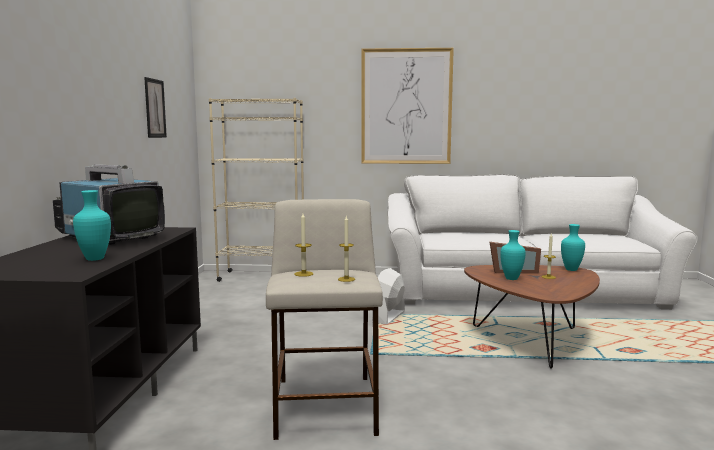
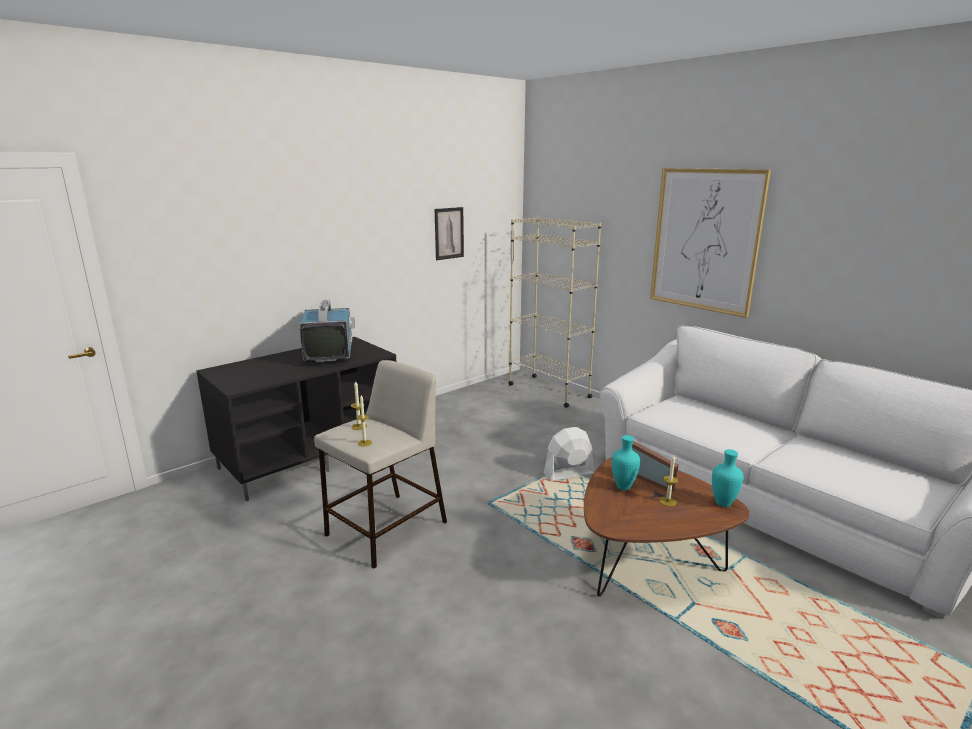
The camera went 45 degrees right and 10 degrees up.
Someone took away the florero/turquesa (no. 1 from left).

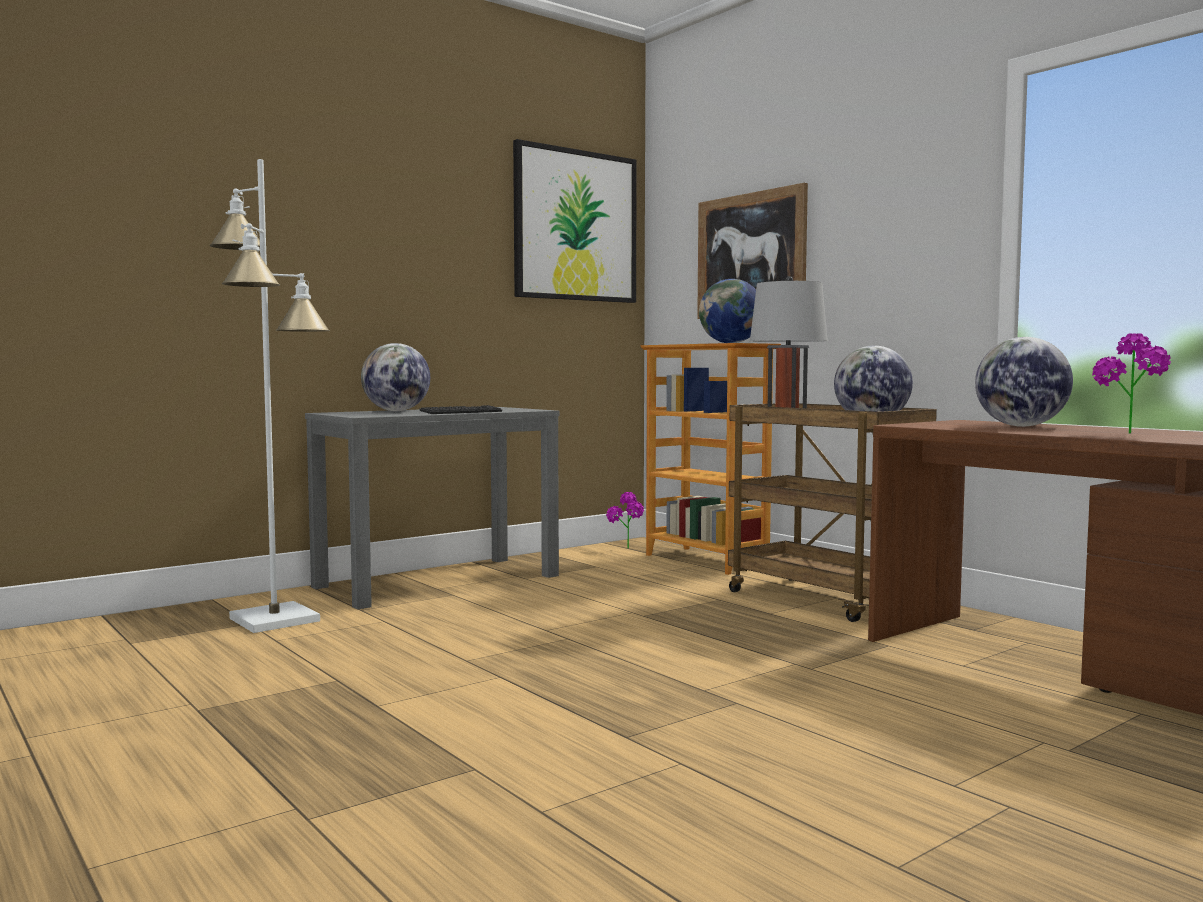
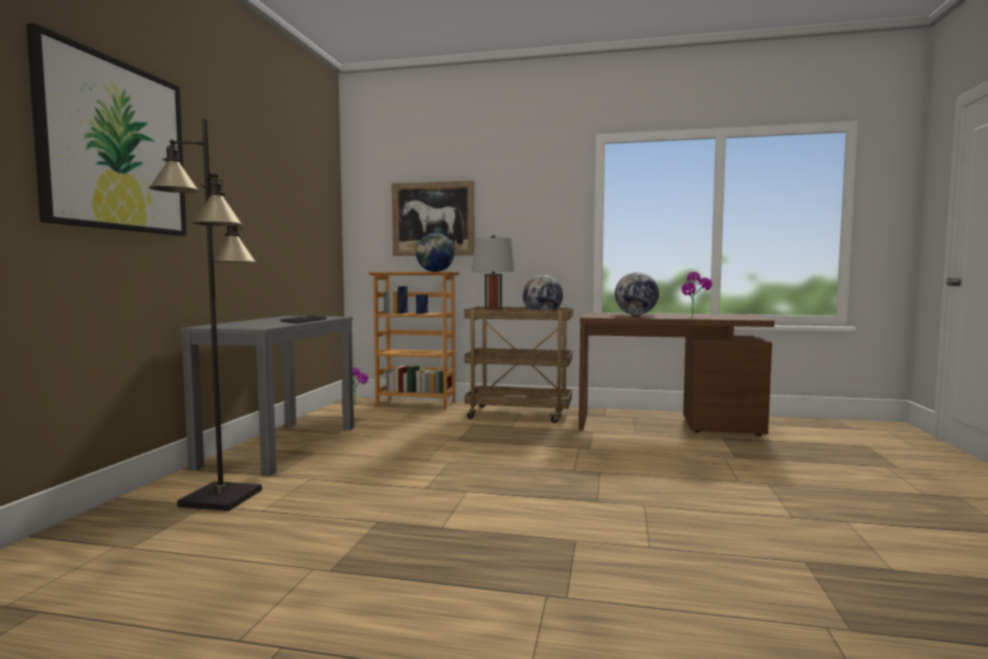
The camera went 40 degrees left and 0 degrees up.
Someone carried the cuadro (no. 1 from left).
Someone repainted the lámpara de pie/blanco, which became the lámpara de pie/negro.
Someone took away the globo terráqueo (no. 1 from left).

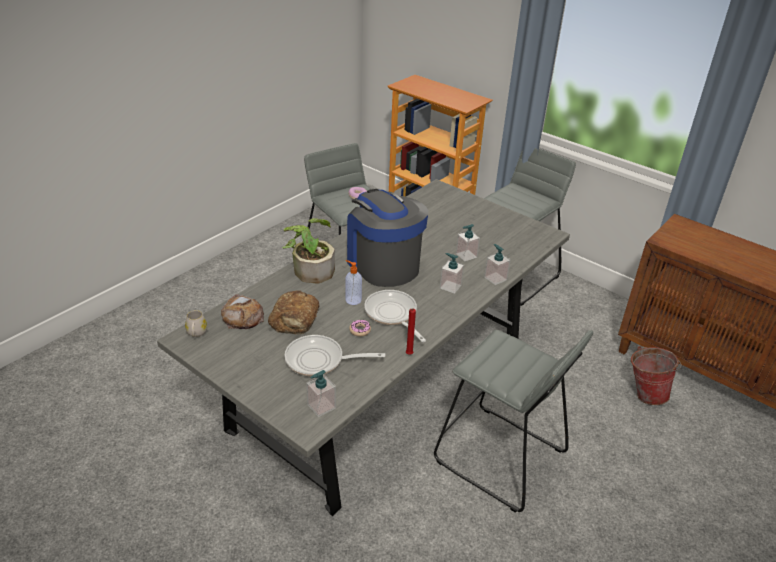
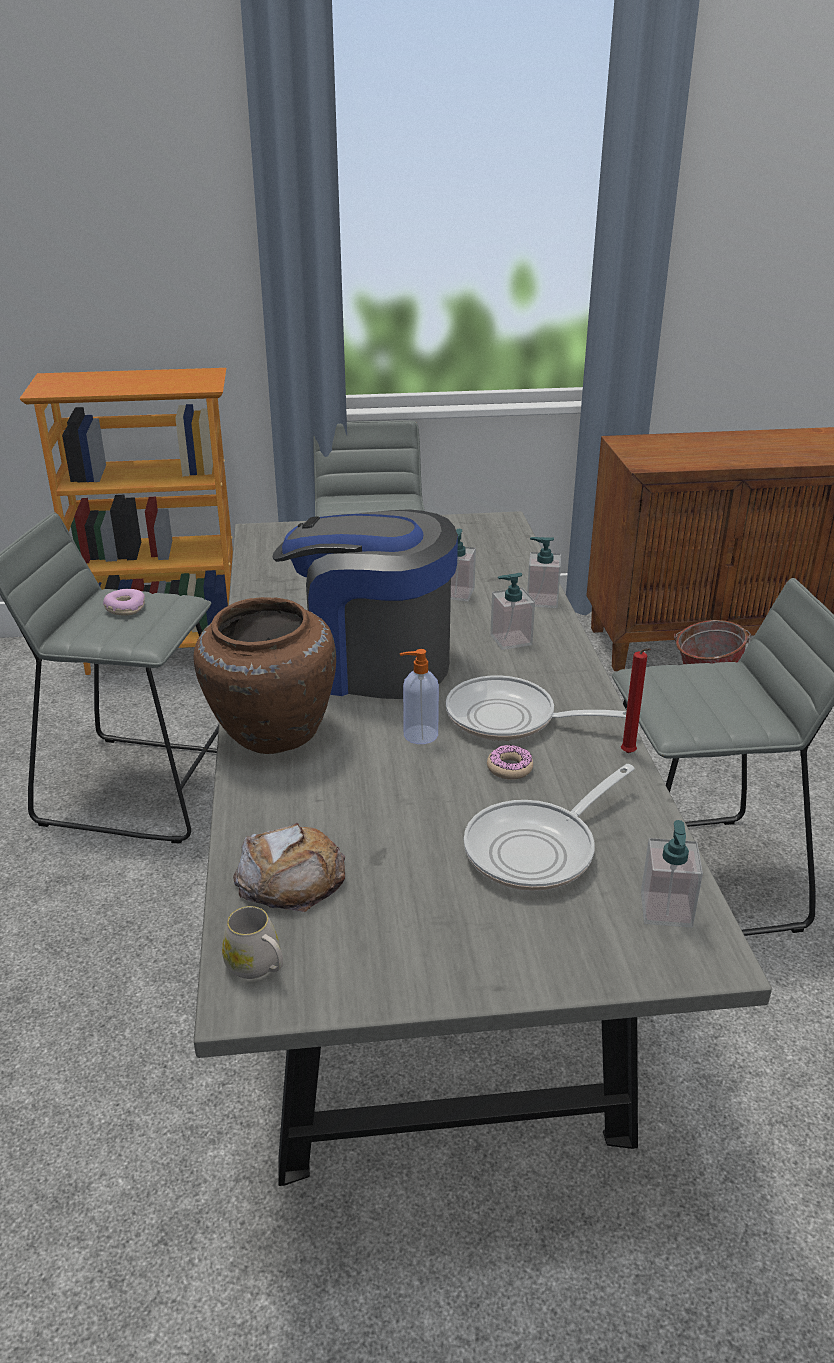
The camera went 45 degrees left and 5 degrees down.
Someone swapped the planta en maceta for the florero/marrón.
Someone took away the pan (no. 2 from left).

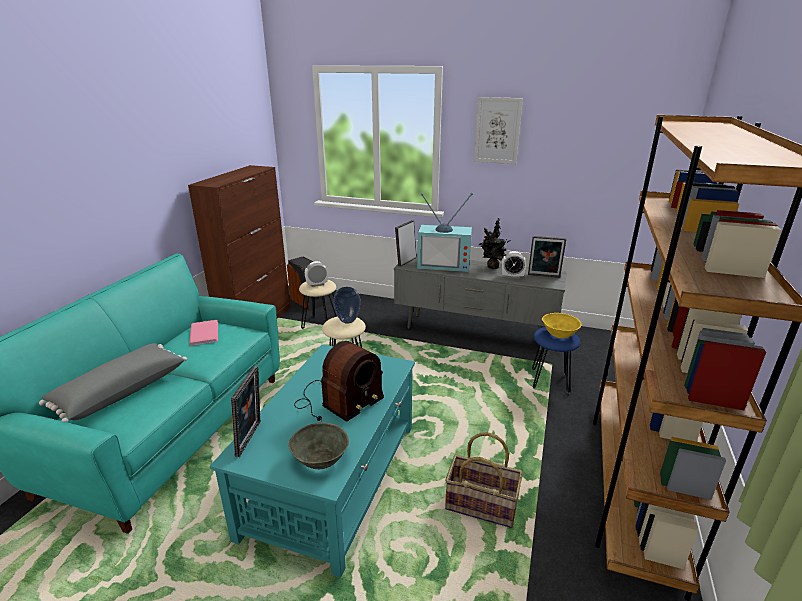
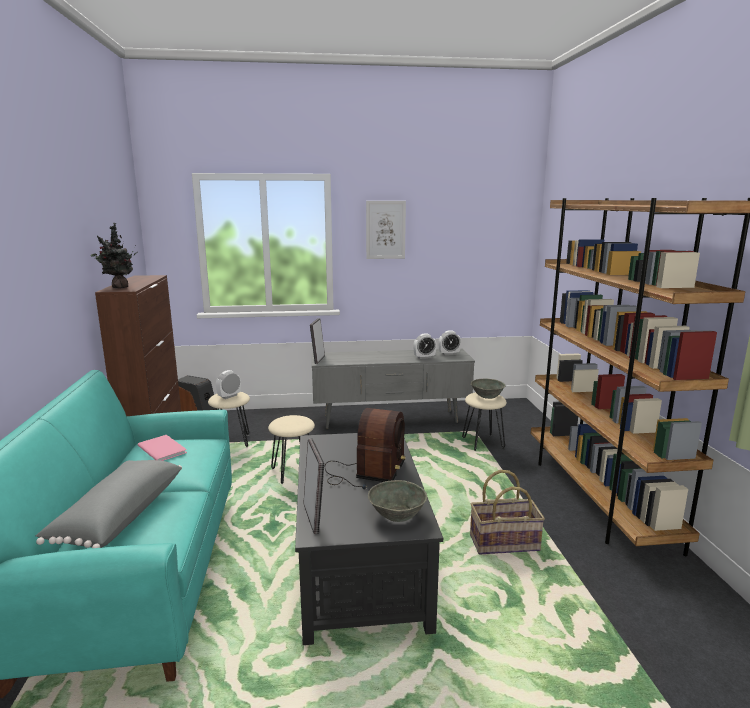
The camera went 25 degrees left and 10 degrees down.
Someone took away the televisor.
Someone carried the planta en maceta.
Someone swapped the portarretratos (no. 3 from left) for the despertador (no. 3 from left).
Someone took away the florero.
Someone repainted the cuenco/amarillo, which became the cuenco/gris (no. 2 from left).
Someone repainted the taburete/azul, which became the taburete/beis (no. 3 from left).
Someone repainted the mesa de centro/turquesa, which became the mesa de centro/negro.

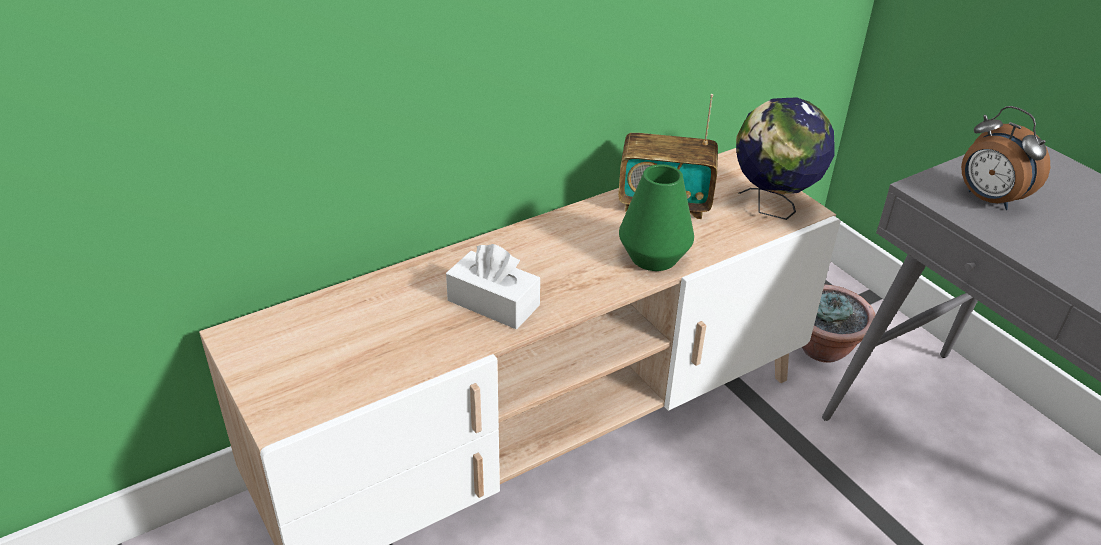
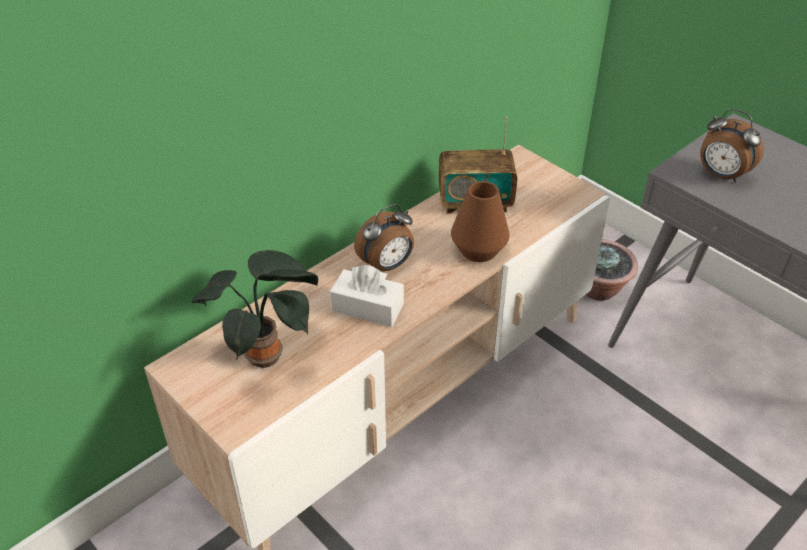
The camera went 10 degrees left and 5 degrees up.
Someone took away the globo terráqueo.
Someone repainted the florero/verde, which became the florero/marrón.
Someone put down the despertador (no. 1 from left).
Someone put down the planta en maceta (no. 1 from left).

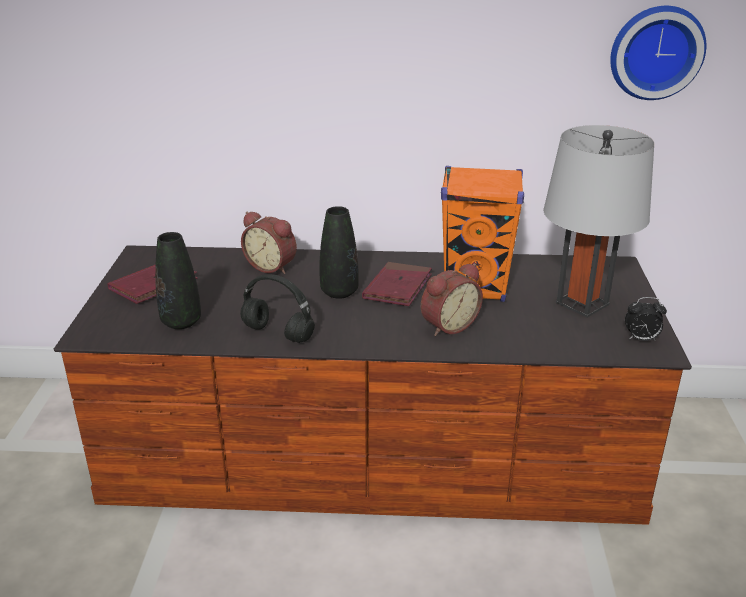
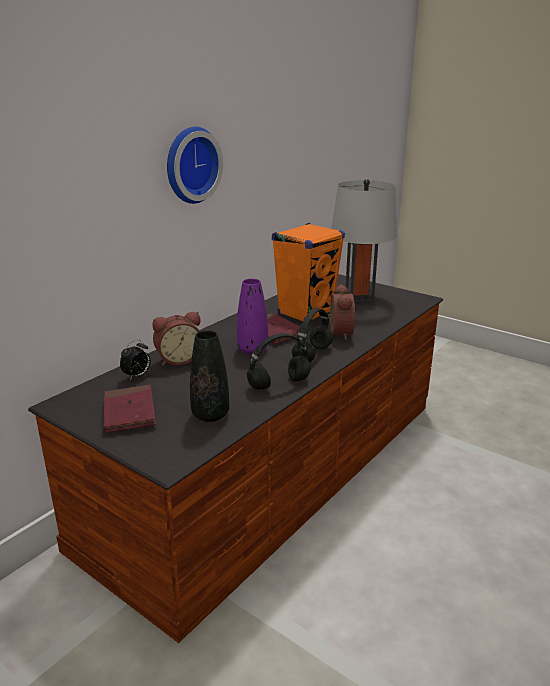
The camera went 55 degrees left and 5 degrees down.
Someone carried the reloj de pared.
Someone repainted the florero/negro (no. 2 from left), which became the florero/morado.
Someone carried the despertador (no. 3 from left in the first image).
Someone put down the auriculares/negro (no. 2 from left).

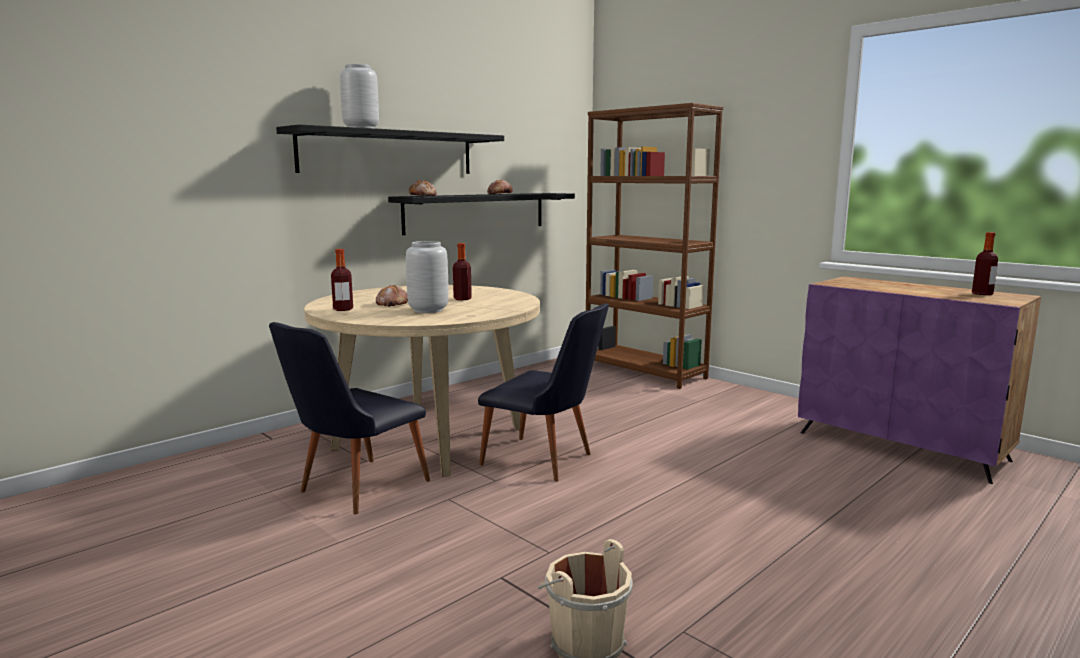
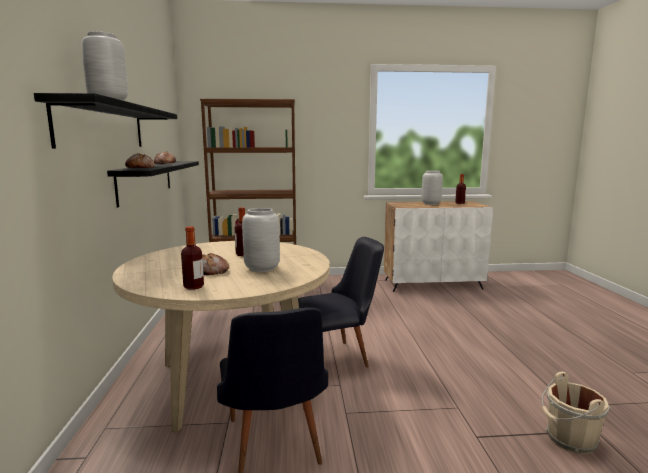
The camera went 50 degrees left and 0 degrees up.
Someone repainted the armario/morado, which became the armario/blanco.
Someone put down the florero/gris (no. 3 from left).

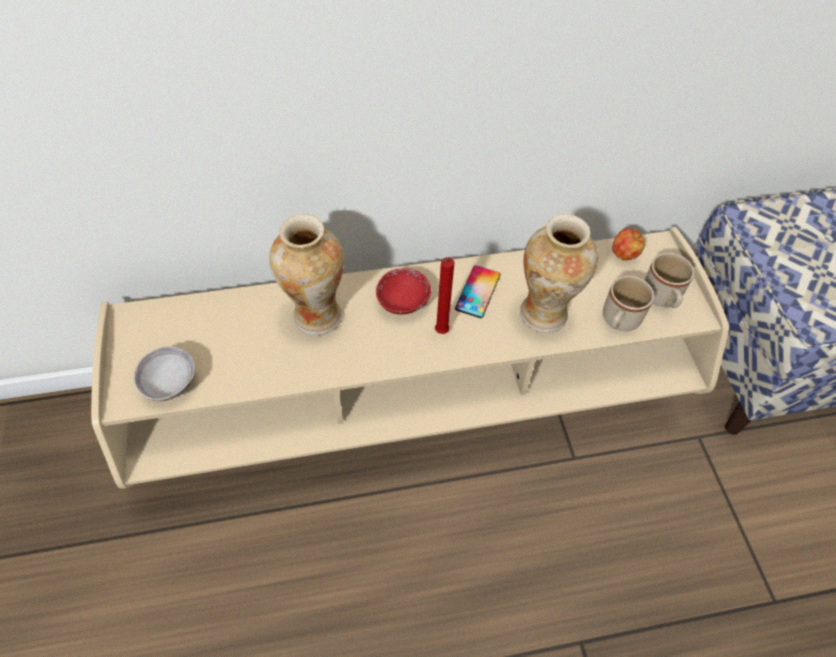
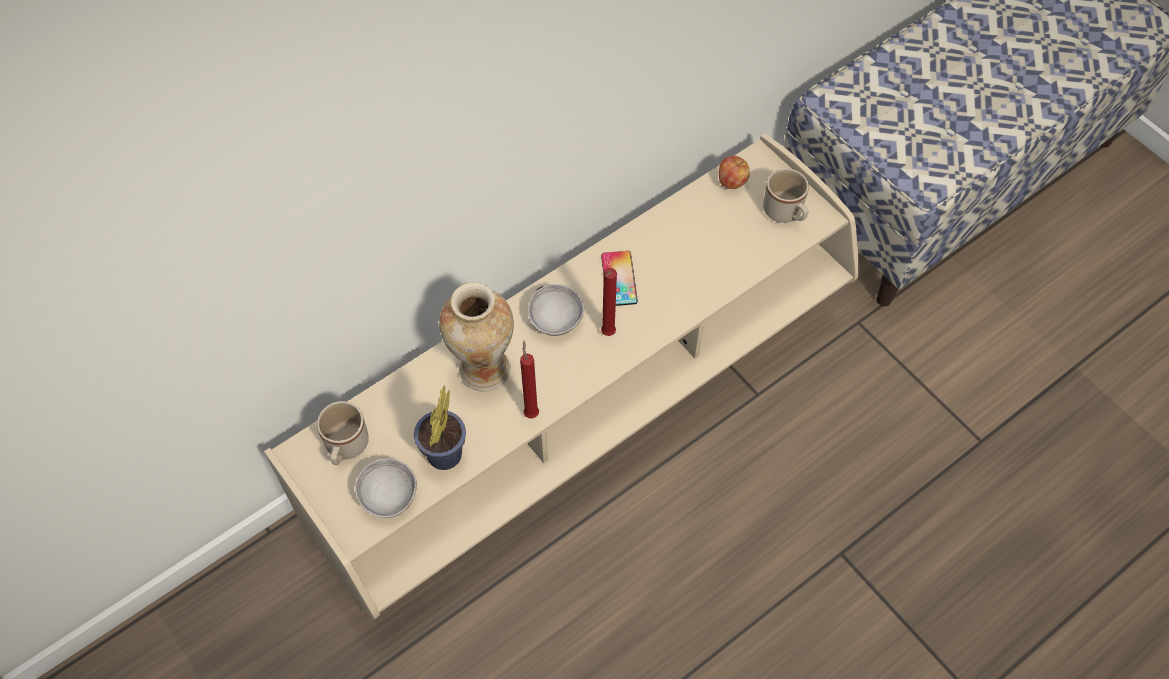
The camera went 25 degrees left and 5 degrees up.
Someone took away the florero (no. 2 from left).
Someone repainted the cuenco/rojo, which became the cuenco/gris (no. 2 from left).
Someone carried the taza grande/beis (no. 1 from left).
Someone put down the vela/rojo (no. 1 from left).
Someone put down the planta en maceta.

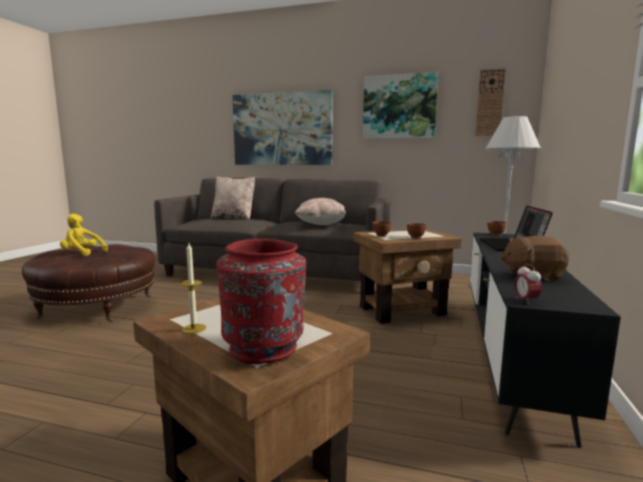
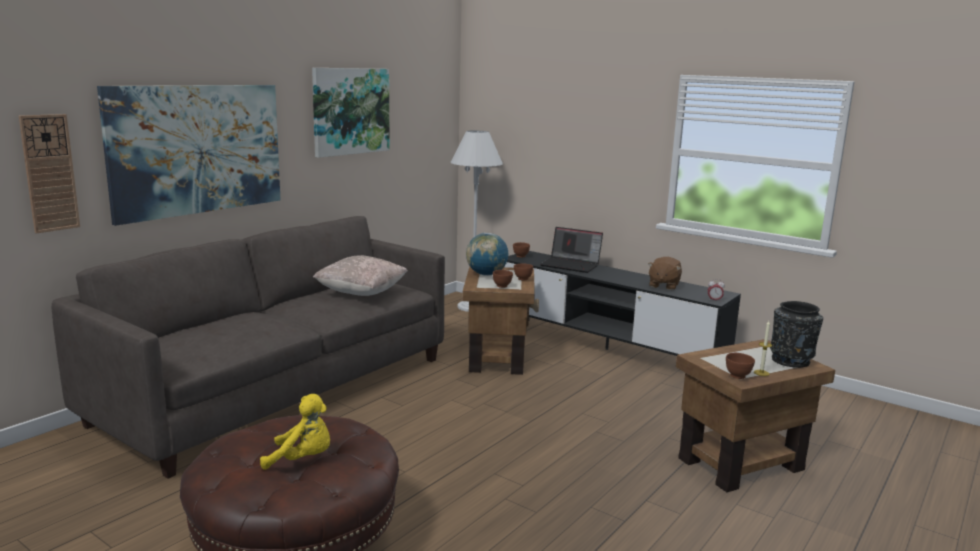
The camera went 70 degrees left and 5 degrees up.
Someone carried the reloj de pared.
Someone took away the cojín/beis (no. 1 from left).
Someone rotated the peluche/amarillo by 120 degrees counterclockwise.
Someone repainted the florero/rojo, which became the florero/negro.
Someone put down the globo terráqueo.
Someone put down the cuenco/marrón (no. 4 from left).

